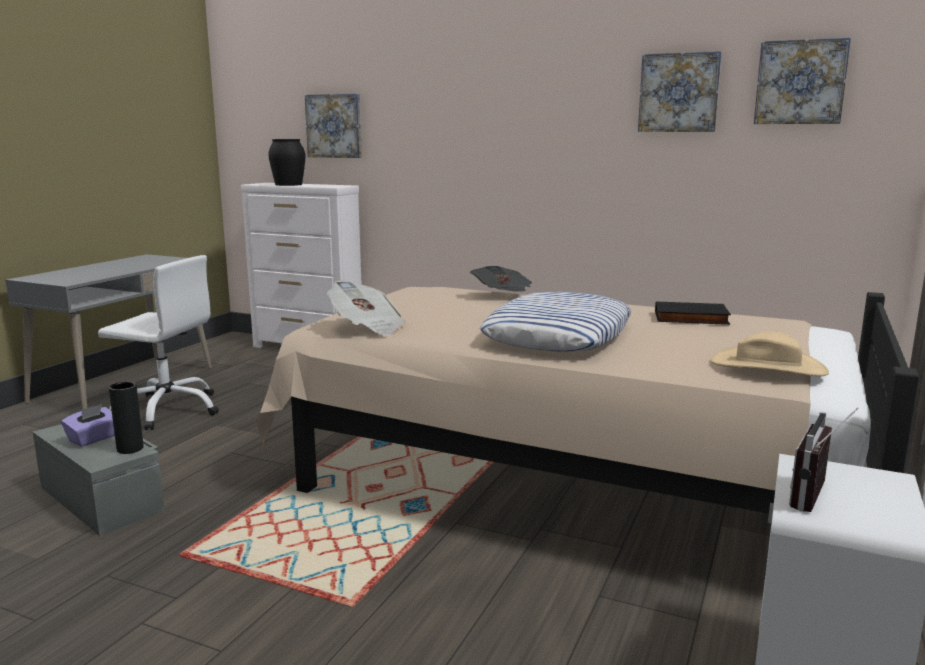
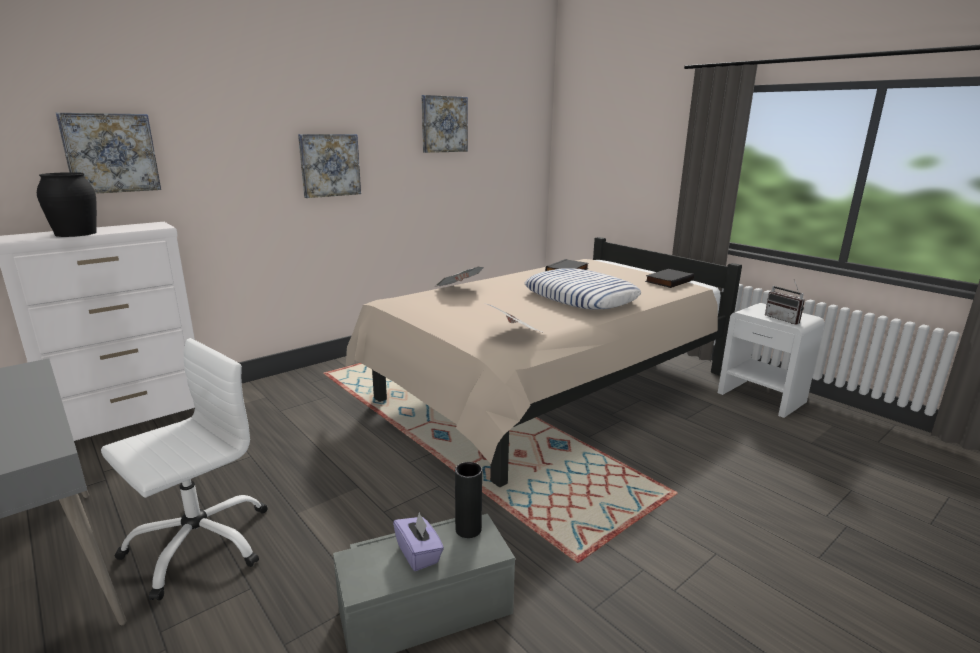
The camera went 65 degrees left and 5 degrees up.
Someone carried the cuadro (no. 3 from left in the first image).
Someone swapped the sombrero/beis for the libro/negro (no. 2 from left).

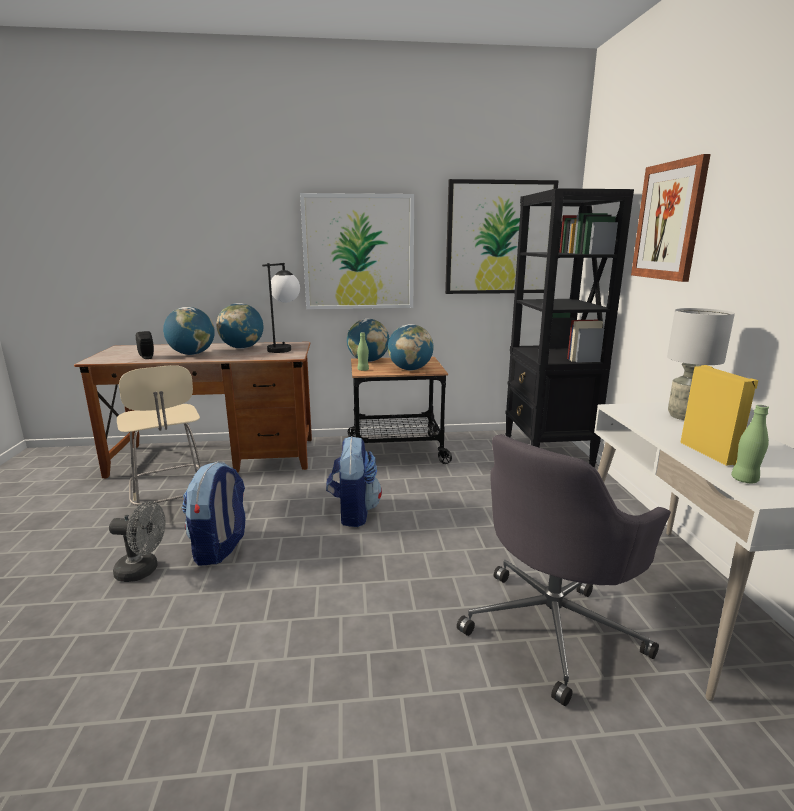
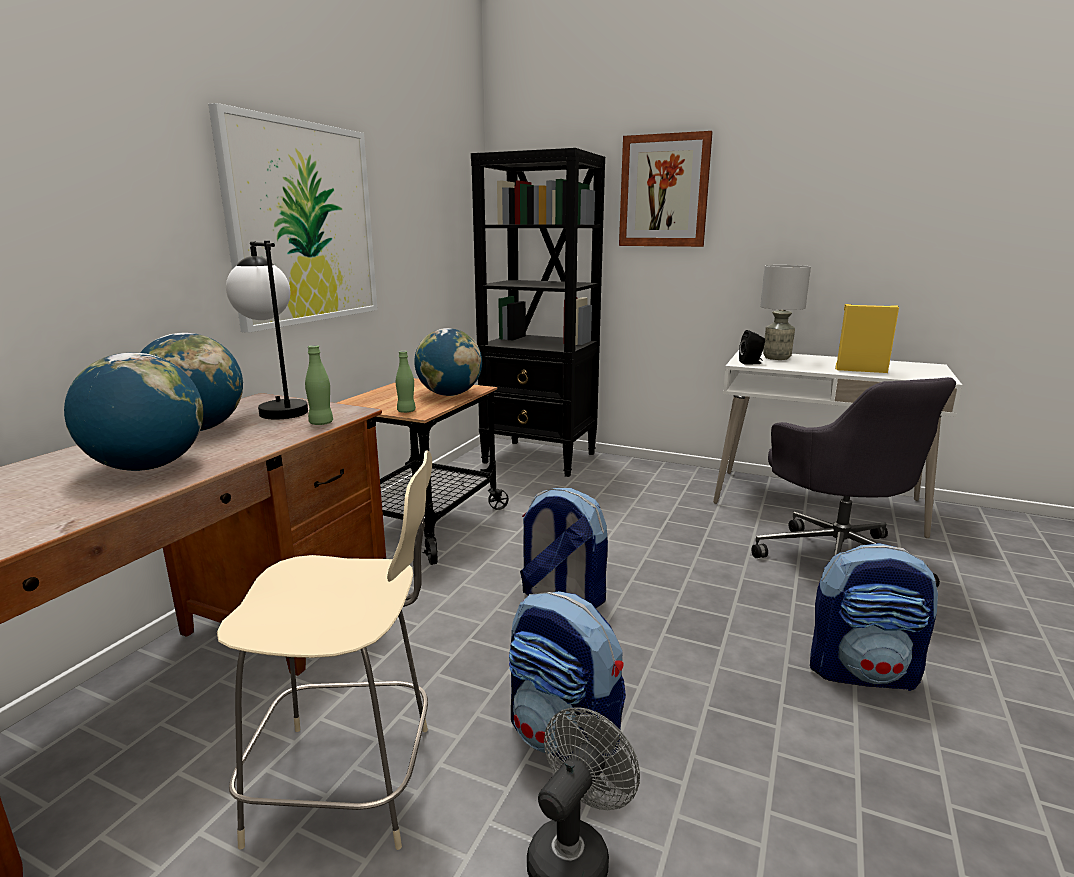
The camera went 60 degrees left and 0 degrees up.
Someone took away the cuadro (no. 2 from left).
Someone took away the globo terráqueo (no. 3 from left).
Someone carried the altavoz/negro.
Someone carried the botella/verde (no. 2 from left in the first image).
Someone put down the mochila (no. 3 from left).

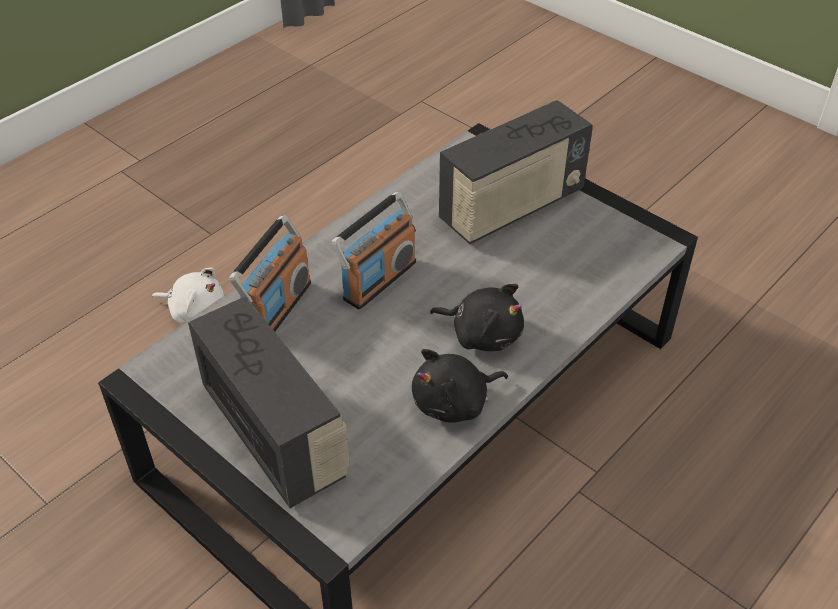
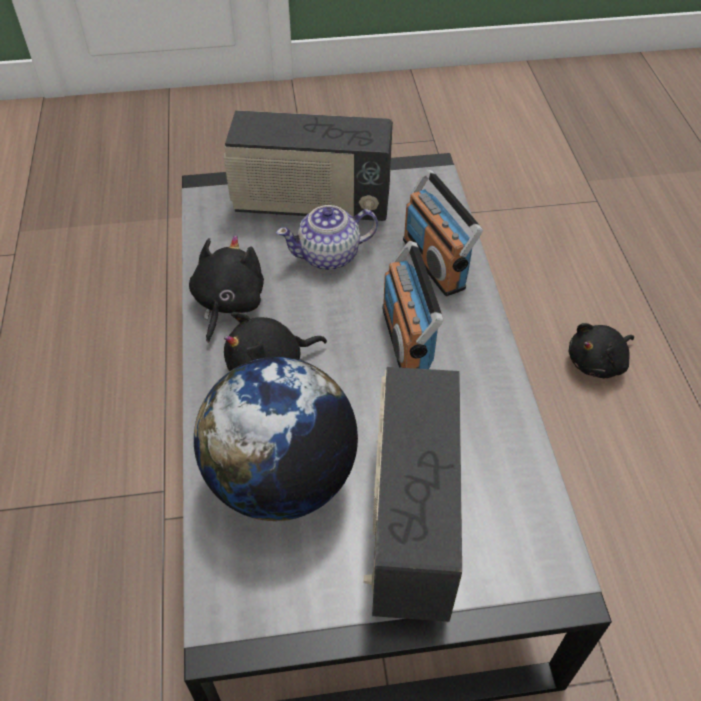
The camera went 130 degrees right and 5 degrees up.
Someone repainted the peluche/blanco, which became the peluche/negro (no. 3 from left).
Someone put down the tetera.
Someone put down the globo terráqueo.

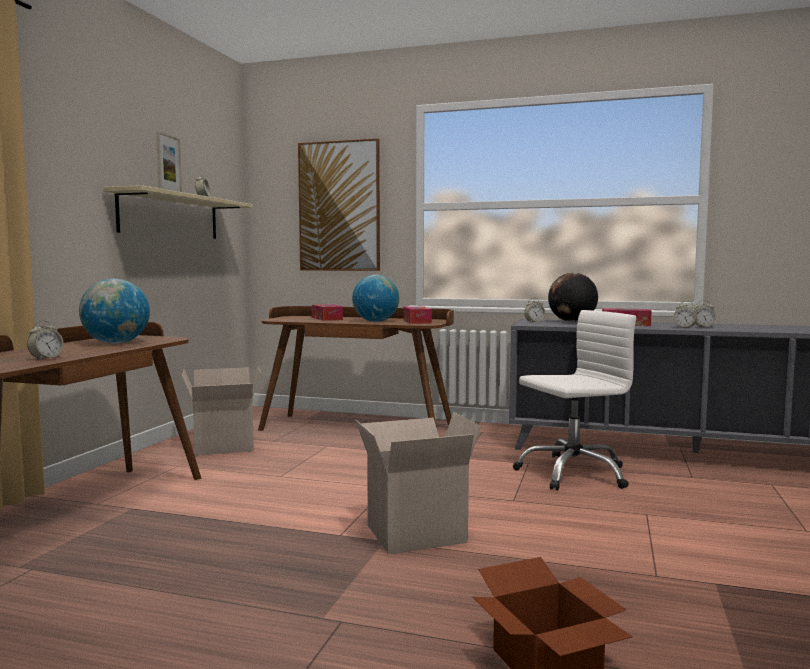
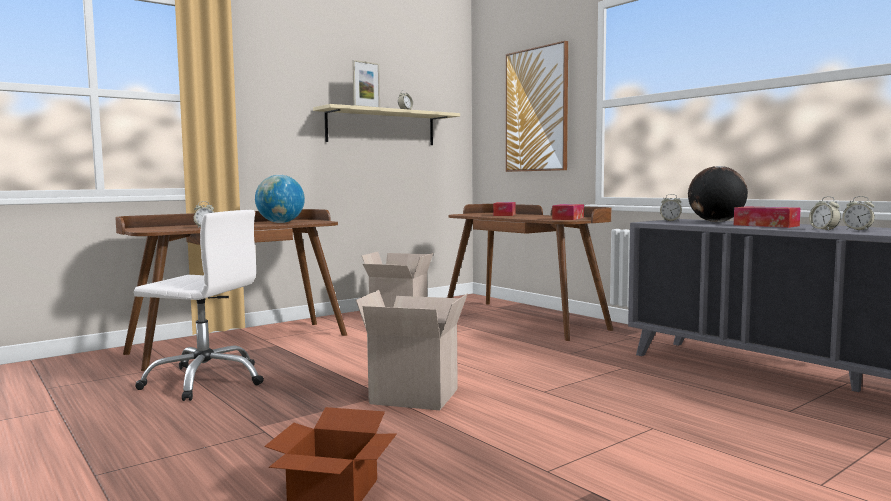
The camera went 35 degrees right and 0 degrees up.
Someone took away the globo terráqueo (no. 2 from left).
Someone carried the silla de oficina/blanco.

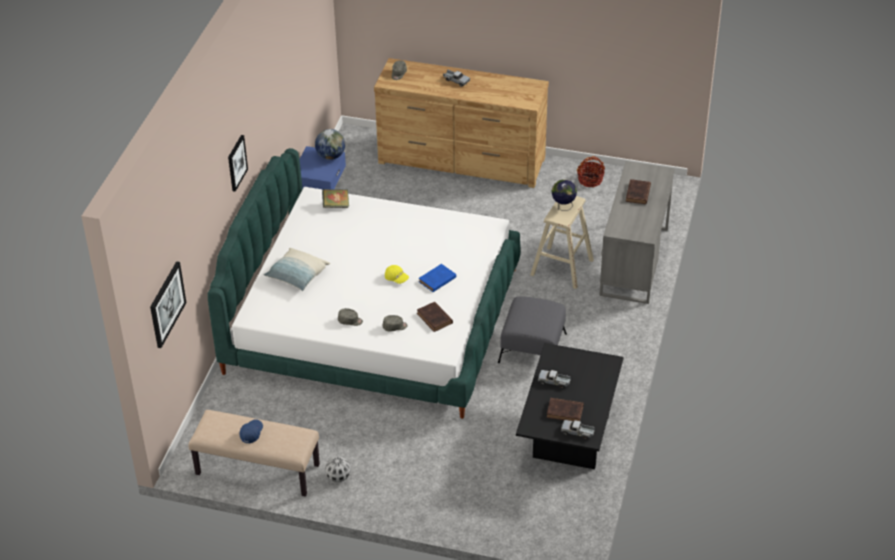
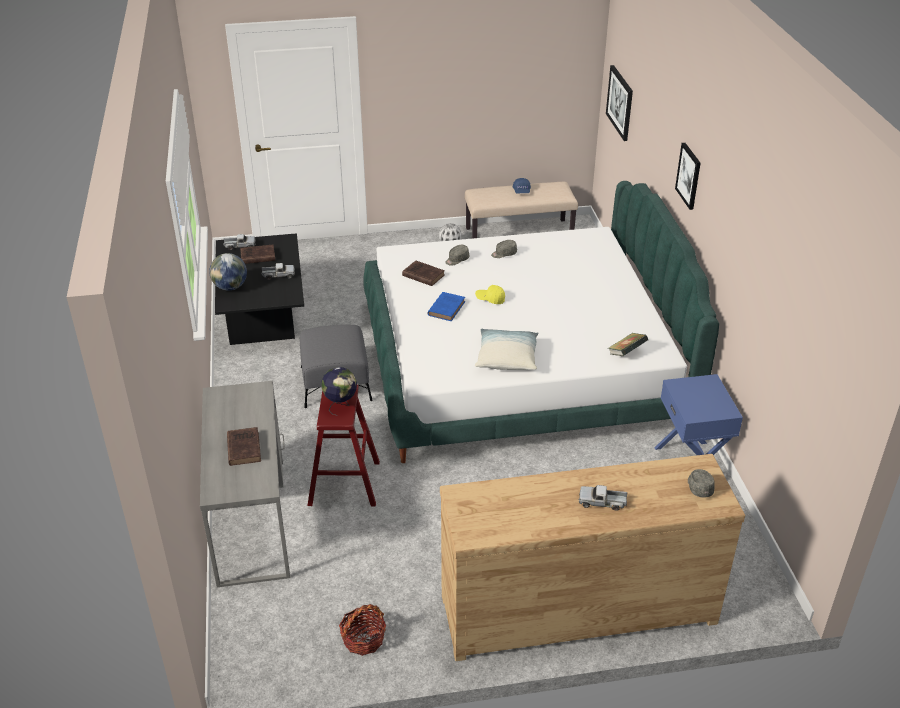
The camera went 155 degrees right and 5 degrees down.
Someone carried the globo terráqueo (no. 1 from left).
Someone repainted the taburete/beis, which became the taburete/rojo.
Someone carried the cojín.

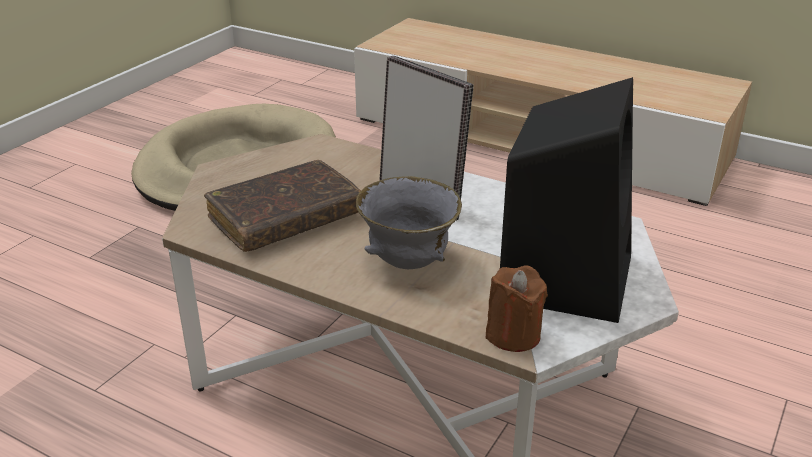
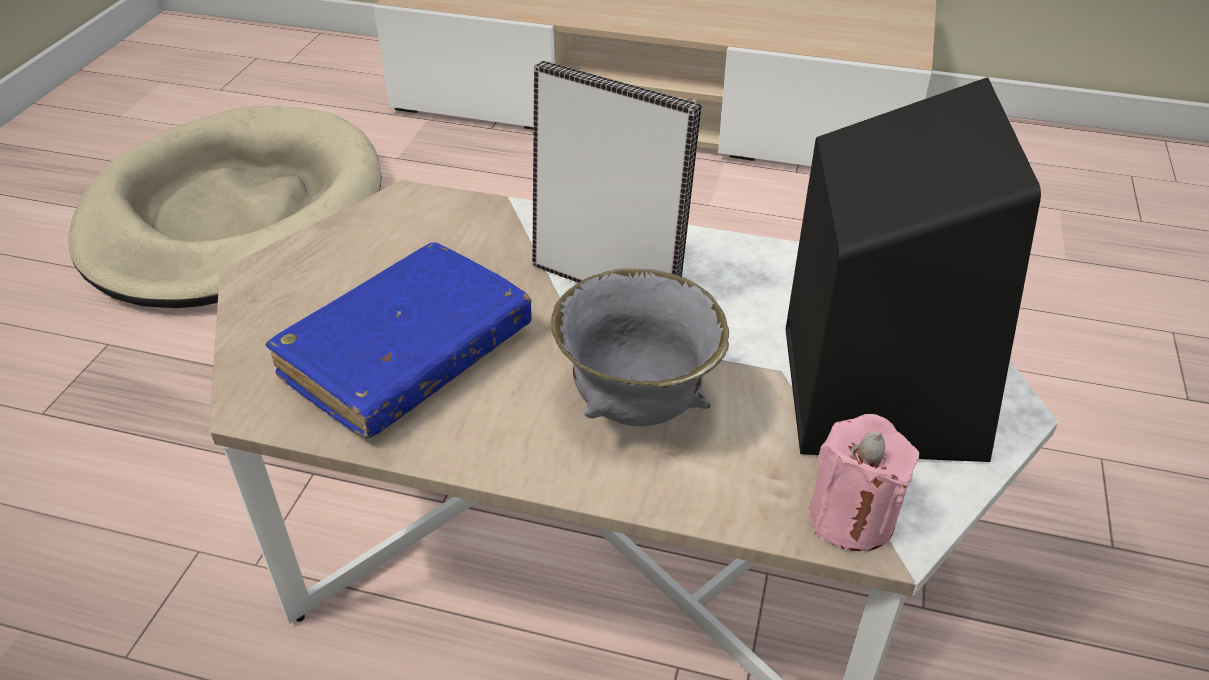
The camera went 15 degrees left and 10 degrees up.
Someone repainted the libro/marrón, which became the libro/azul.
Someone repainted the vela/marrón, which became the vela/rosa.

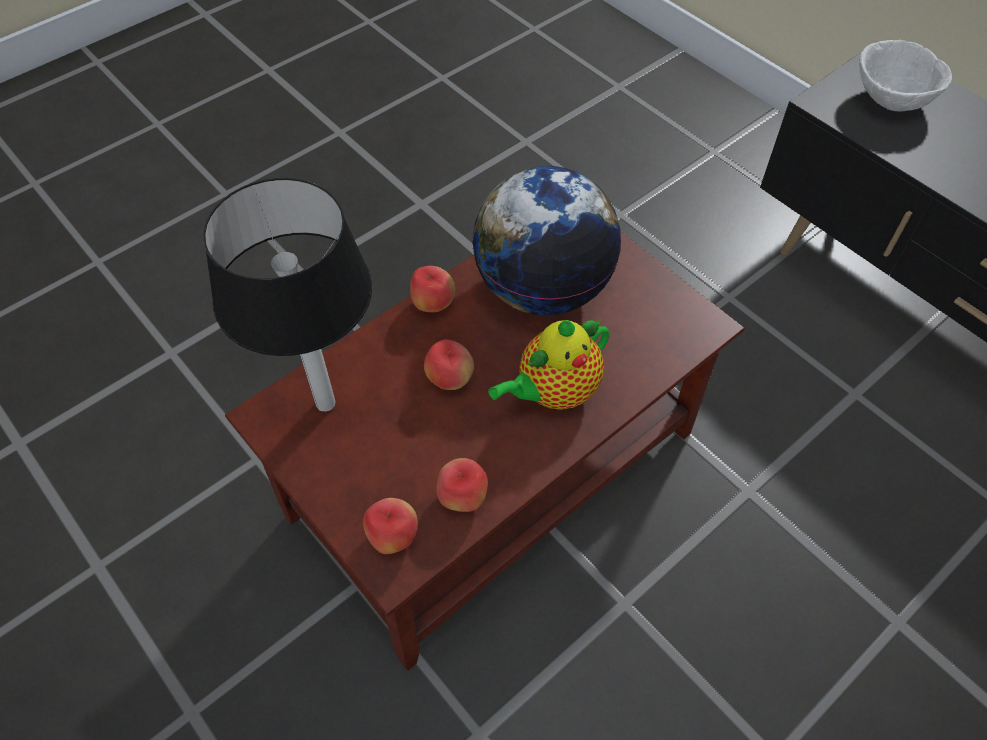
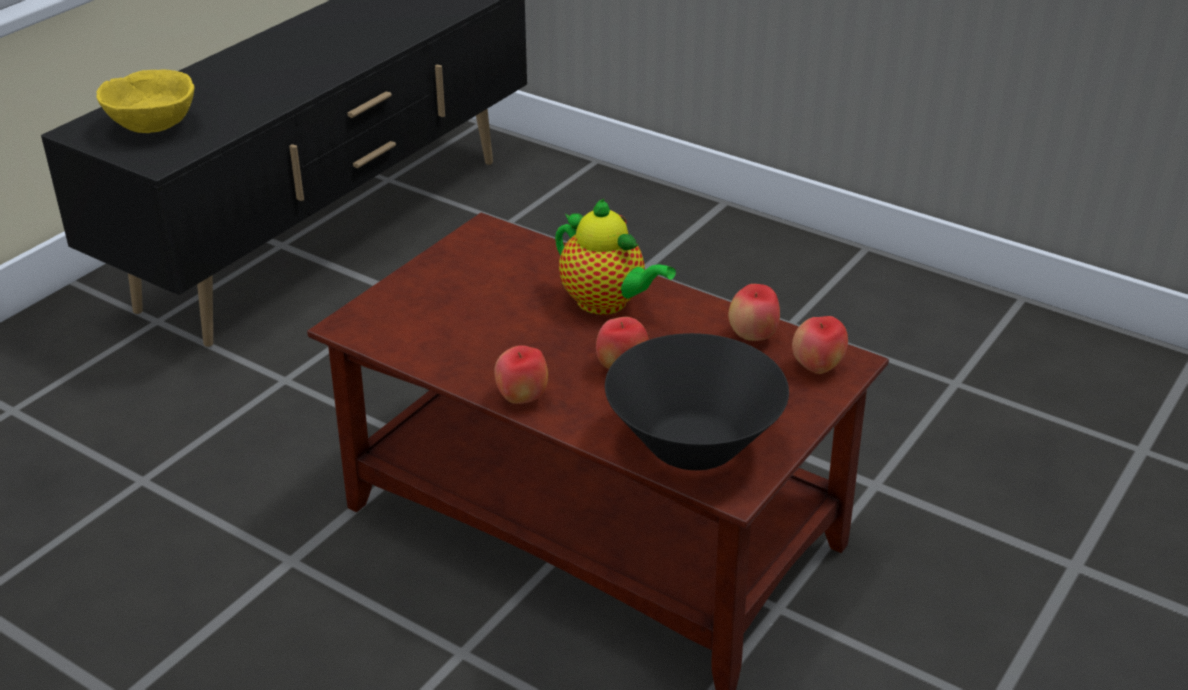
The camera went 105 degrees left and 20 degrees down.
Someone repainted the cuenco/blanco, which became the cuenco/amarillo.
Someone took away the globo terráqueo.
Someone swapped the lámpara de mesa for the cuenco/negro.

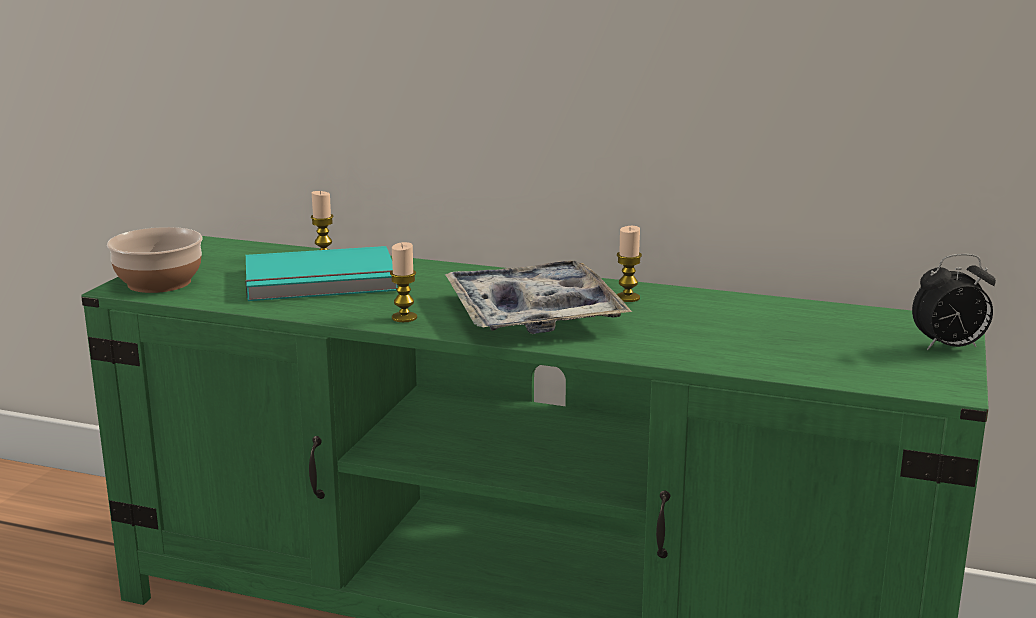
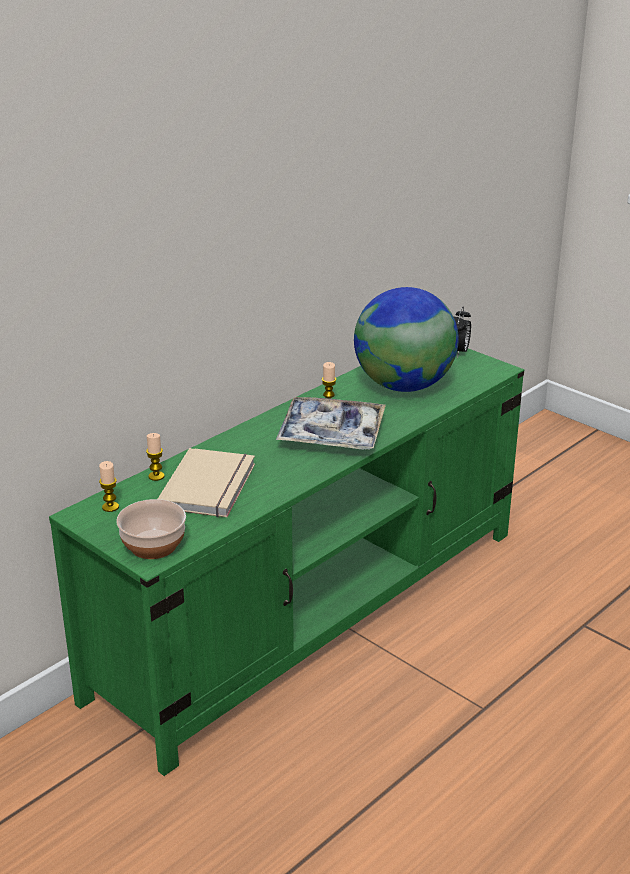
The camera went 65 degrees left and 10 degrees up.
Someone carried the vela (no. 2 from left in the first image).
Someone repainted the libro/turquesa, which became the libro/beis.
Someone put down the globo terráqueo.

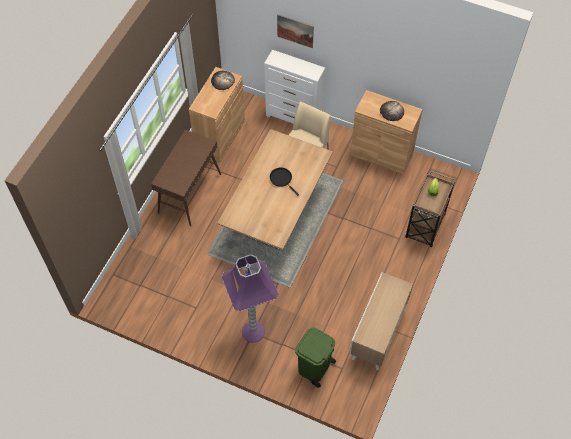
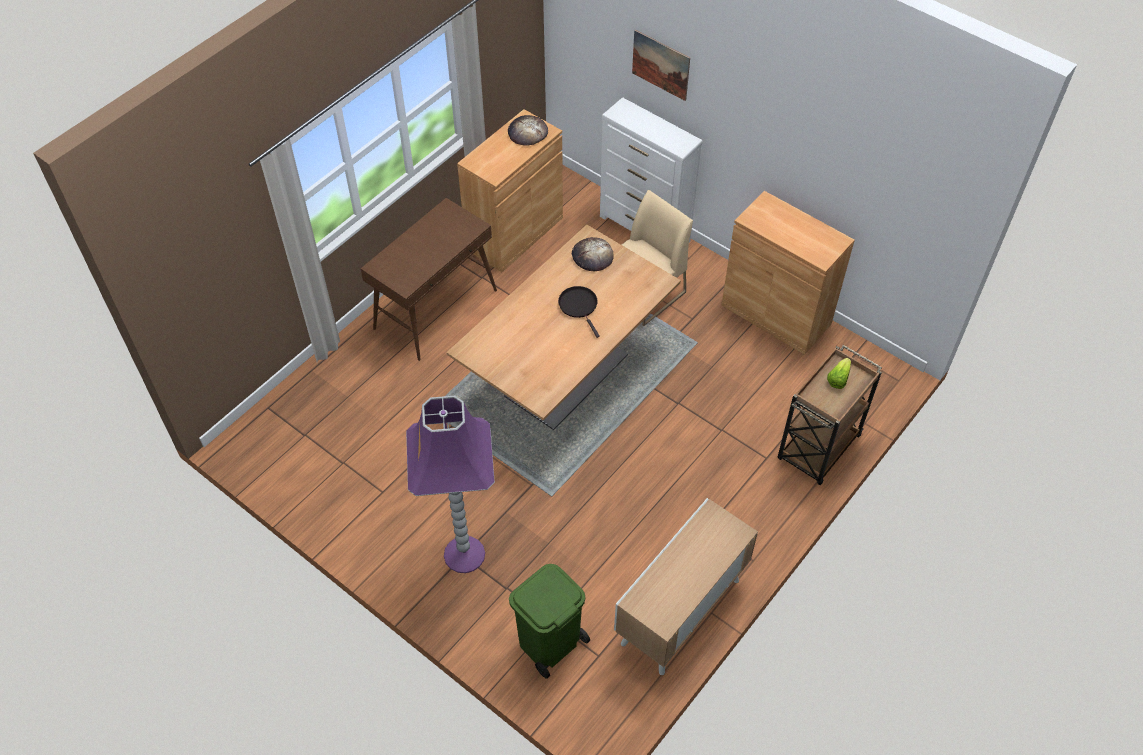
The camera went 15 degrees right and 5 degrees down.
Someone carried the pan (no. 2 from left).

